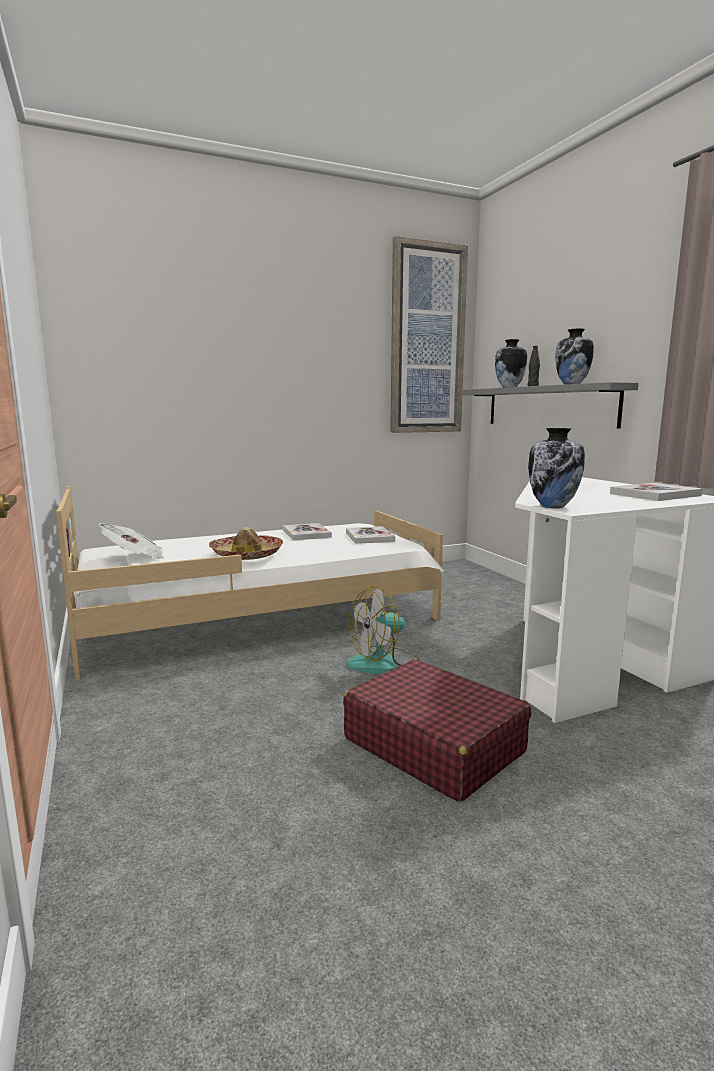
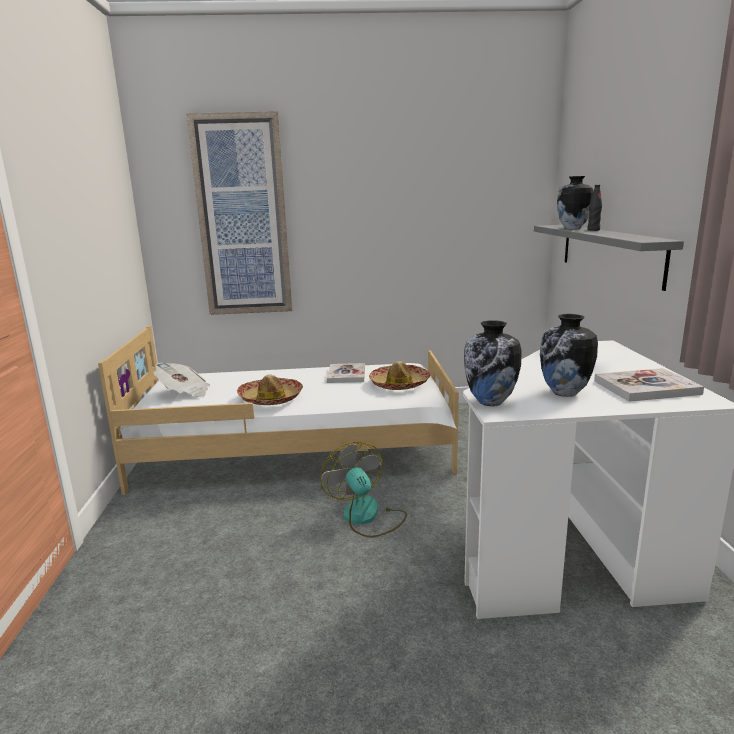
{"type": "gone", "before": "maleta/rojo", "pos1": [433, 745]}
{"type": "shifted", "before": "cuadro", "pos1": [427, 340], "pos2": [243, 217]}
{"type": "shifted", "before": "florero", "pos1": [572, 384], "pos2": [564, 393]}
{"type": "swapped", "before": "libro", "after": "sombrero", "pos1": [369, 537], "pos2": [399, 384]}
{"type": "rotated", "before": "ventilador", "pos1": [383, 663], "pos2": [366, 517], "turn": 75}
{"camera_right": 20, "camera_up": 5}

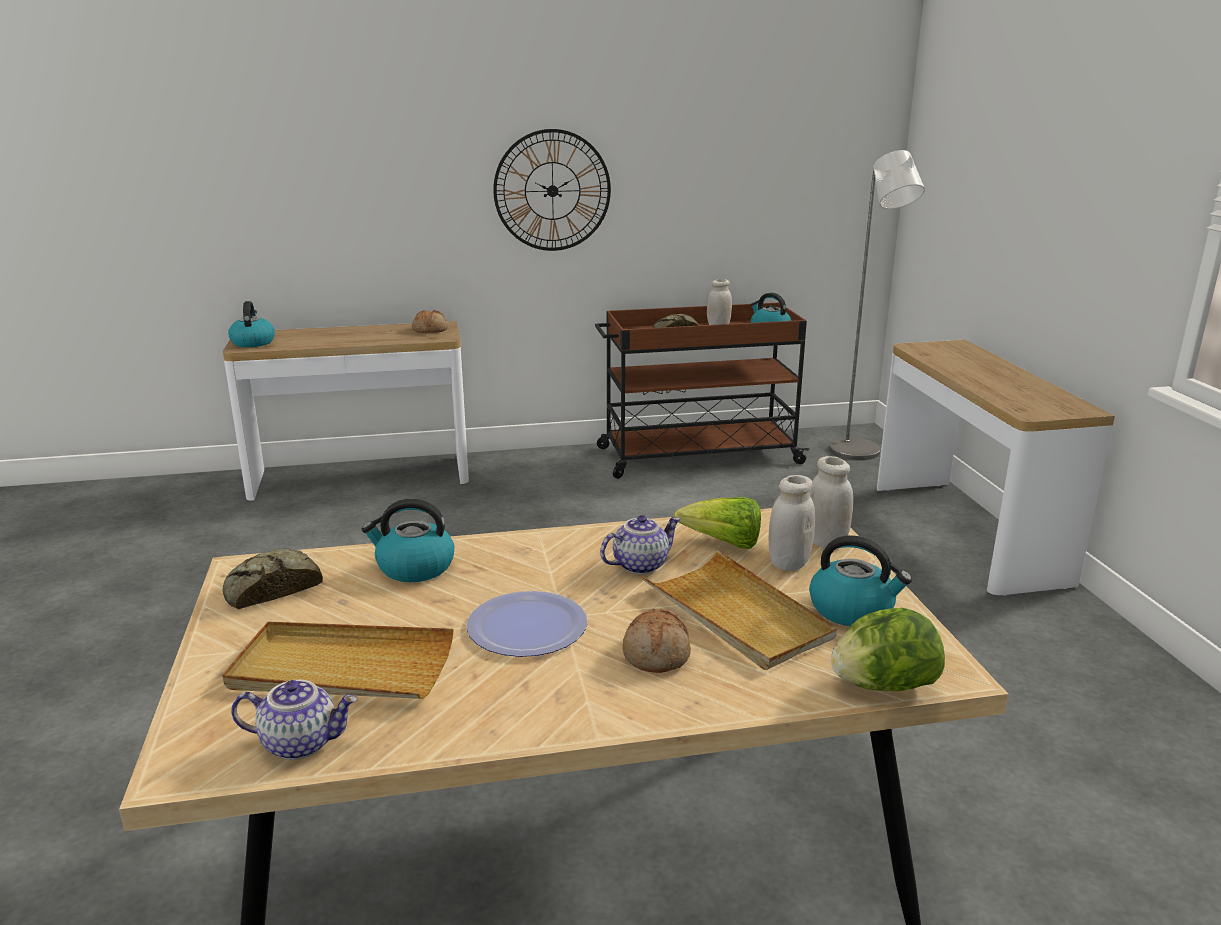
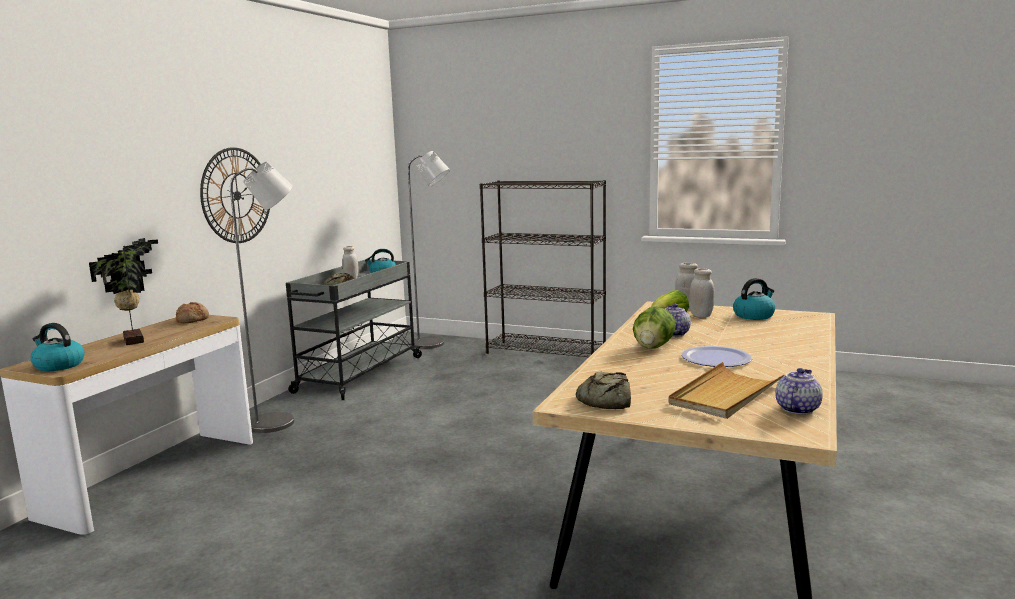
{"type": "gone", "before": "hervidor", "pos1": [414, 567]}
{"type": "gone", "before": "pan", "pos1": [657, 653]}
{"type": "gone", "before": "bandeja/beis", "pos1": [737, 614]}
{"type": "new", "after": "planta en maceta", "pos2": [136, 340]}
{"type": "new", "after": "lámpara de pie/gris", "pos2": [280, 422]}
{"type": "shifted", "before": "lechuga", "pos1": [883, 686], "pos2": [653, 347]}
{"type": "swapped", "before": "mesa consola", "after": "estantería/negro", "pos1": [966, 533], "pos2": [546, 352]}
{"type": "repainted", "before": "carrito/marrón", "after": "carrito/gris", "pos1": [696, 456], "pos2": [358, 375]}
{"camera_right": -55, "camera_up": -10}

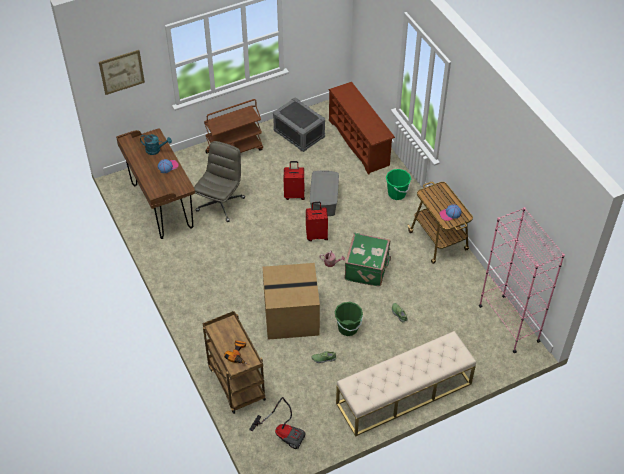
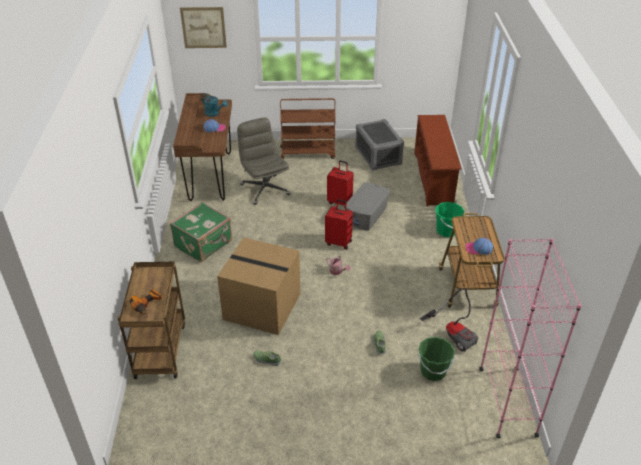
{"type": "gone", "before": "banco/beis", "pos1": [404, 394]}
{"type": "shifted", "before": "aspiradora", "pos1": [283, 433], "pos2": [454, 333]}
{"type": "shifted", "before": "cubo/verde", "pos1": [348, 328], "pos2": [433, 371]}
{"type": "shifted", "before": "maleta/verde", "pos1": [367, 268], "pos2": [204, 244]}
{"type": "rotated", "before": "silla de oficina/gris", "pos1": [220, 204], "pos2": [264, 189], "turn": -75}
{"camera_right": 25, "camera_up": -10}

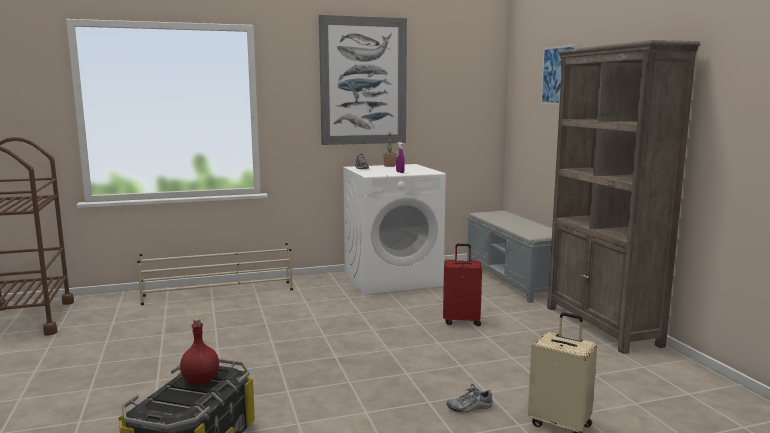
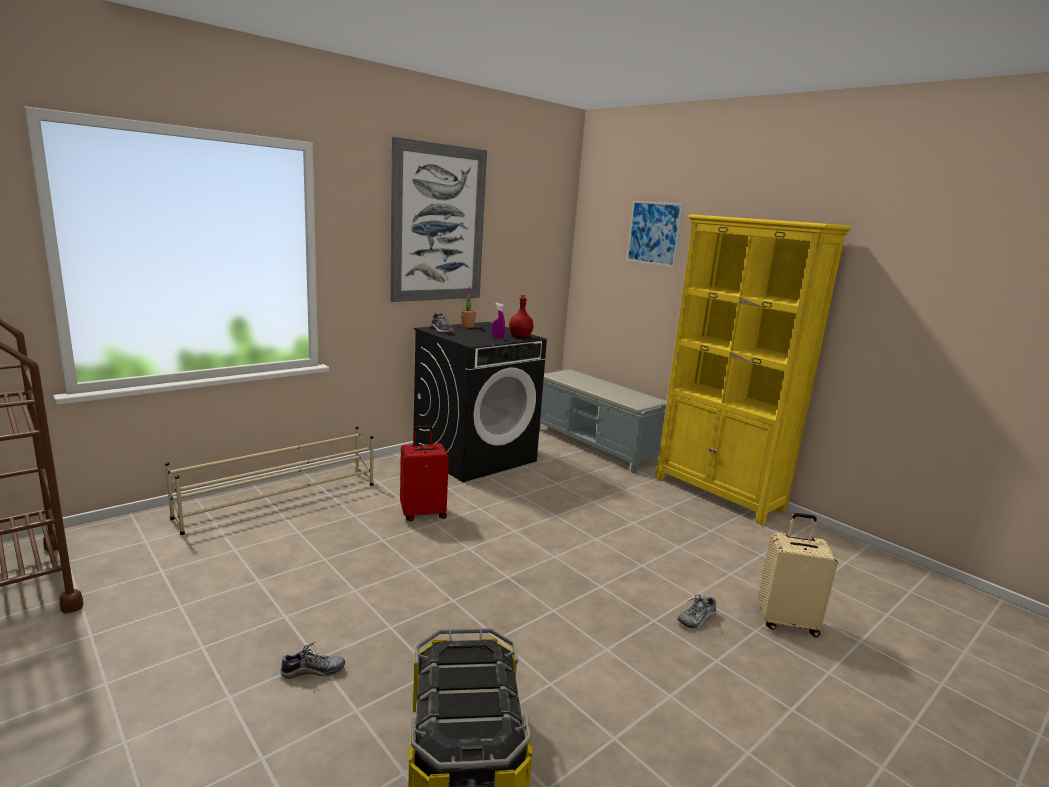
{"type": "new", "after": "zapato", "pos2": [313, 671]}
{"type": "shifted", "before": "botella/rojo", "pos1": [201, 380], "pos2": [520, 336]}
{"type": "shifted", "before": "maleta/rojo", "pos1": [461, 321], "pos2": [423, 513]}
{"type": "repainted", "before": "lavadora/blanco", "after": "lavadora/negro", "pos1": [392, 279], "pos2": [475, 456]}
{"type": "repainted", "before": "estantería/marrón", "after": "estantería/amarillo", "pos1": [602, 326], "pos2": [718, 494]}
{"camera_right": -25, "camera_up": 5}

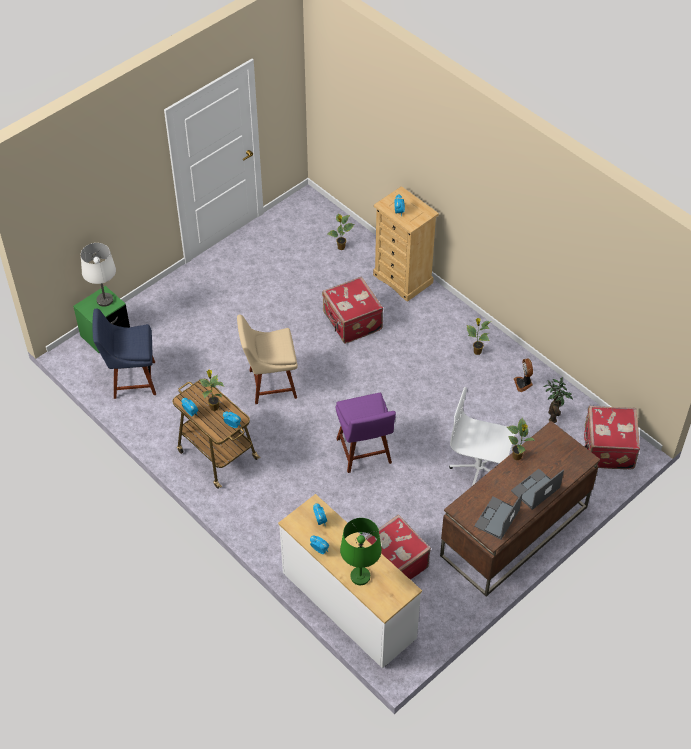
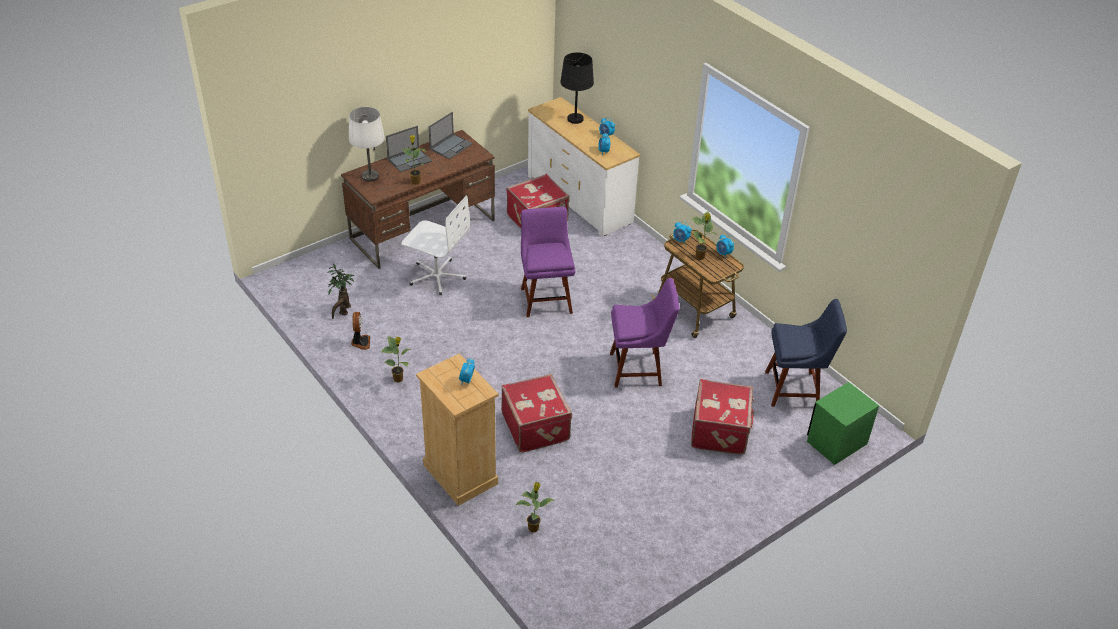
{"type": "shifted", "before": "lámpara de mesa/blanco", "pos1": [105, 300], "pos2": [370, 176]}
{"type": "shifted", "before": "maleta/rojo", "pos1": [607, 448], "pos2": [720, 431]}
{"type": "repainted", "before": "silla/beis", "after": "silla/morado", "pos1": [269, 384], "pos2": [639, 369]}
{"type": "repainted", "before": "lámpara de mesa/verde", "after": "lámpara de mesa/negro", "pos1": [360, 577], "pos2": [575, 119]}
{"camera_right": -175, "camera_up": -10}

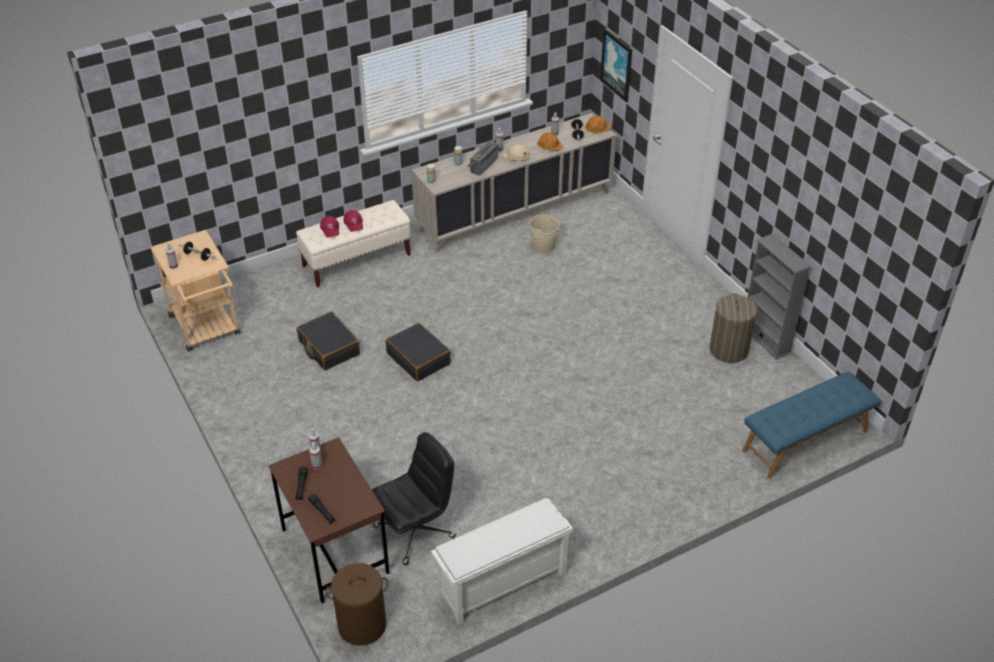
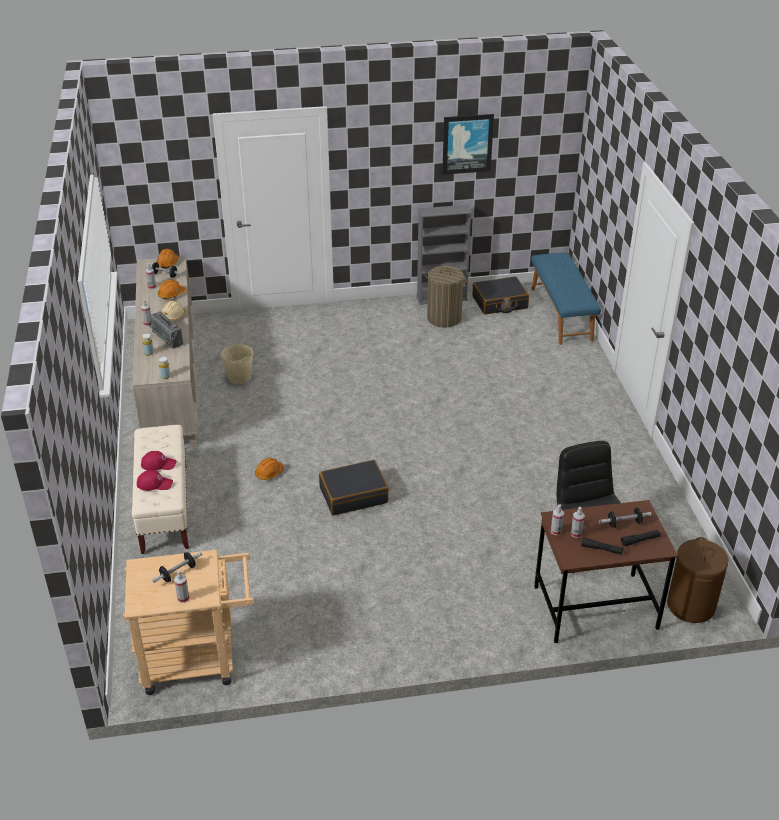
{"type": "gone", "before": "zapatero/blanco", "pos1": [502, 585]}
{"type": "new", "after": "casco/naranja", "pos2": [269, 473]}
{"type": "new", "after": "mancuerna", "pos2": [624, 523]}
{"type": "shifted", "before": "maleta/negro", "pos1": [328, 348], "pos2": [499, 303]}
{"type": "shifted", "before": "cuadro", "pos1": [617, 65], "pos2": [467, 143]}
{"camera_right": -70, "camera_up": -5}

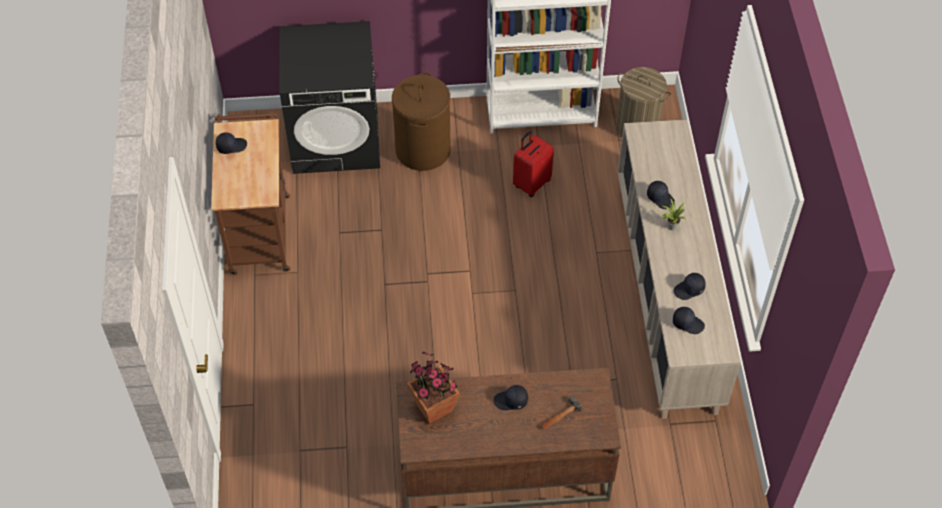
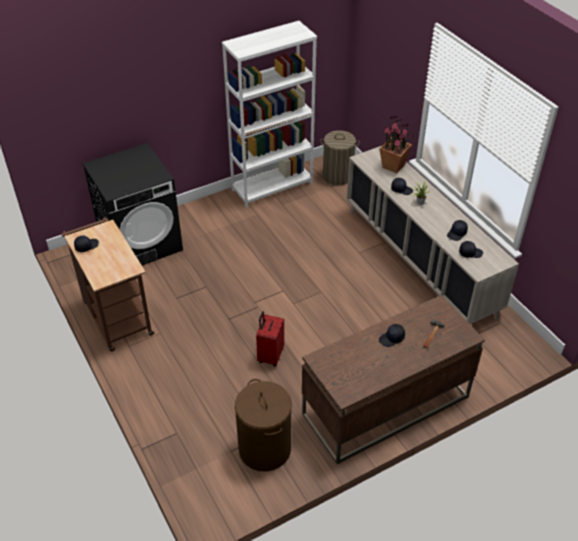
{"type": "shifted", "before": "cesto de la ropa/marrón", "pos1": [423, 150], "pos2": [265, 449]}
{"type": "shifted", "before": "planta en maceta", "pos1": [434, 408], "pos2": [393, 166]}
{"type": "shifted", "before": "maleta/rojo", "pos1": [531, 183], "pos2": [270, 355]}
{"camera_right": -25, "camera_up": -10}

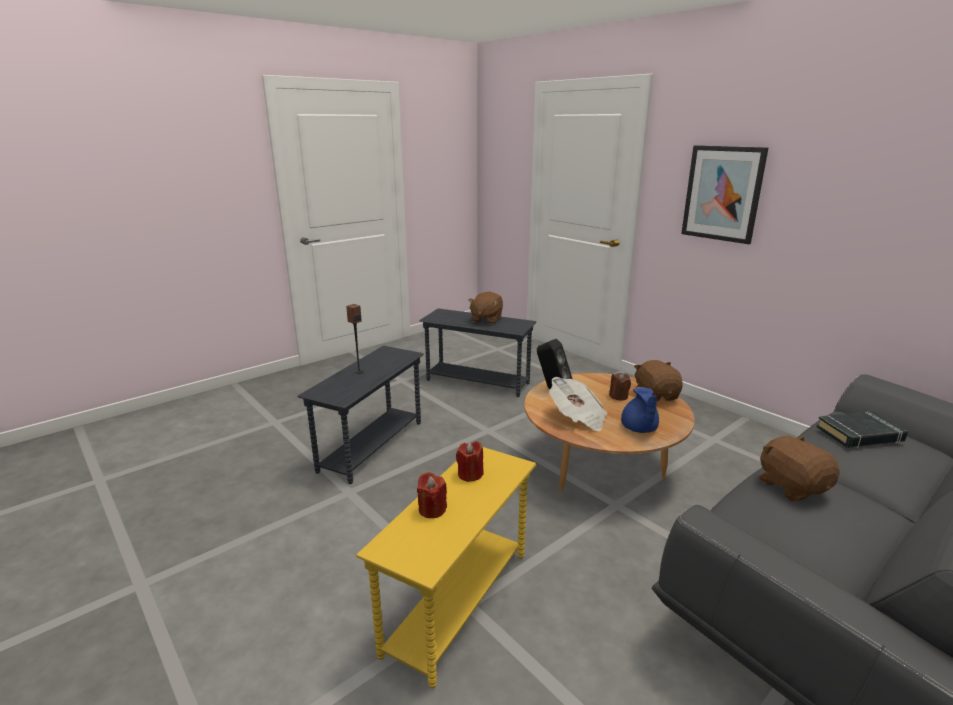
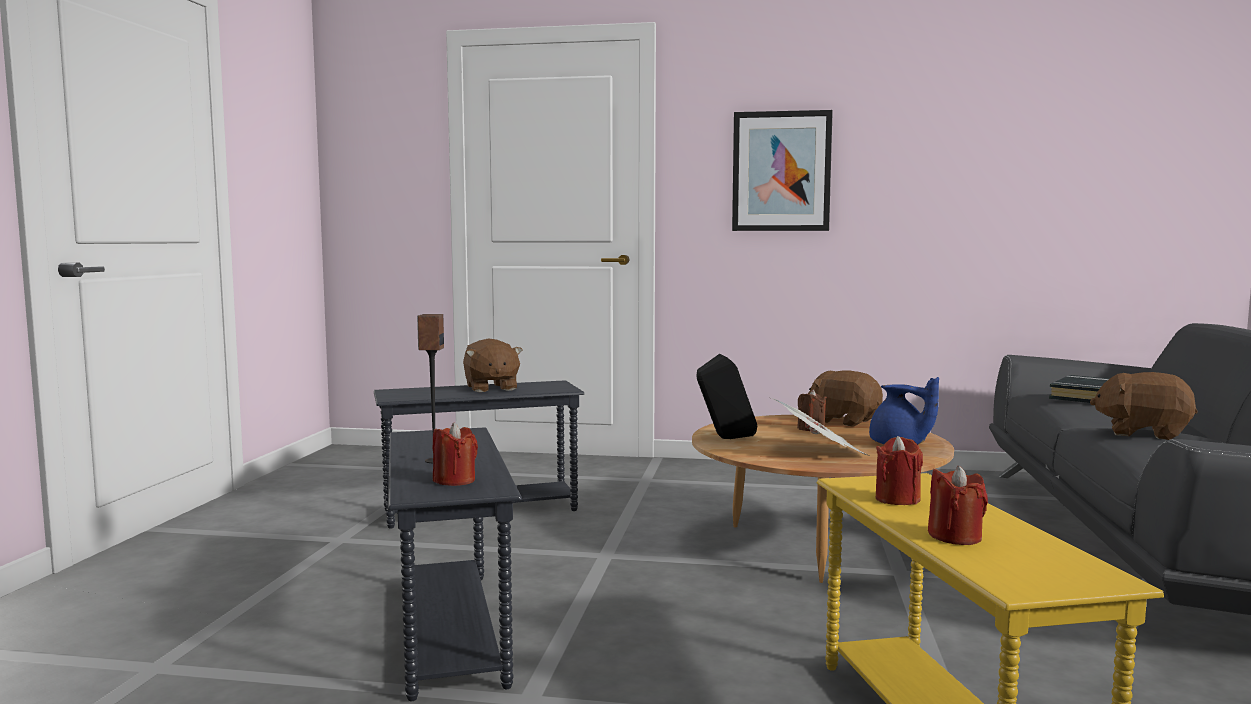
{"type": "new", "after": "vela/rojo", "pos2": [454, 480]}
{"camera_right": -40, "camera_up": -15}

